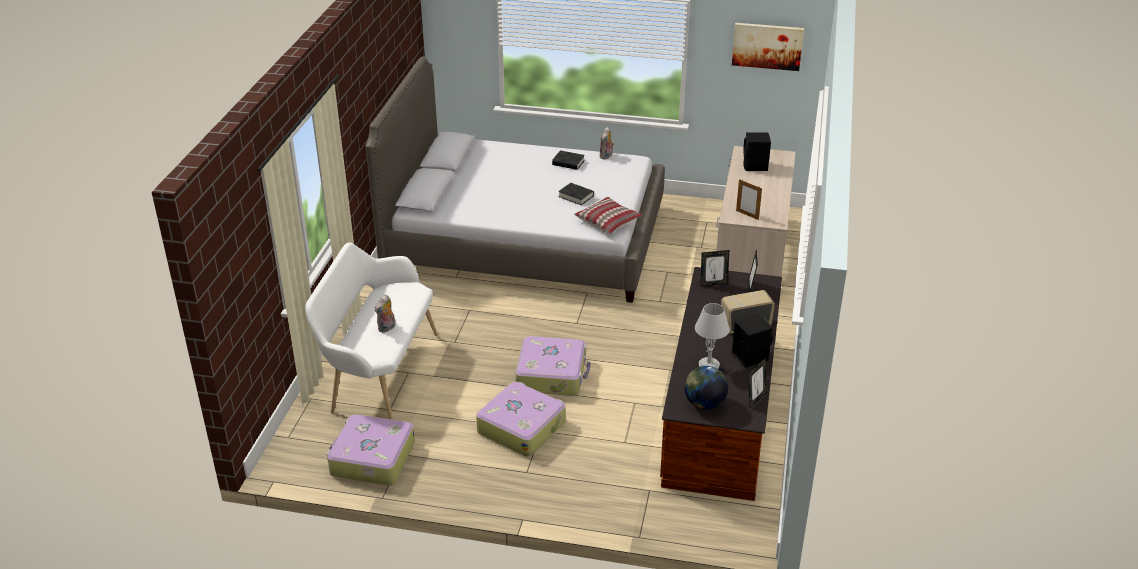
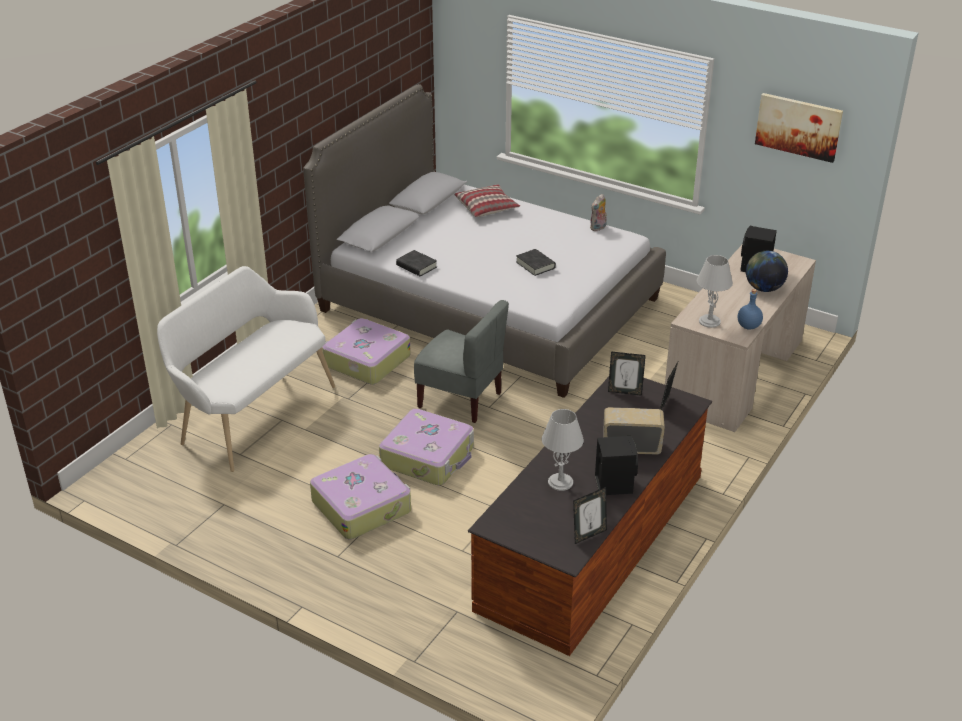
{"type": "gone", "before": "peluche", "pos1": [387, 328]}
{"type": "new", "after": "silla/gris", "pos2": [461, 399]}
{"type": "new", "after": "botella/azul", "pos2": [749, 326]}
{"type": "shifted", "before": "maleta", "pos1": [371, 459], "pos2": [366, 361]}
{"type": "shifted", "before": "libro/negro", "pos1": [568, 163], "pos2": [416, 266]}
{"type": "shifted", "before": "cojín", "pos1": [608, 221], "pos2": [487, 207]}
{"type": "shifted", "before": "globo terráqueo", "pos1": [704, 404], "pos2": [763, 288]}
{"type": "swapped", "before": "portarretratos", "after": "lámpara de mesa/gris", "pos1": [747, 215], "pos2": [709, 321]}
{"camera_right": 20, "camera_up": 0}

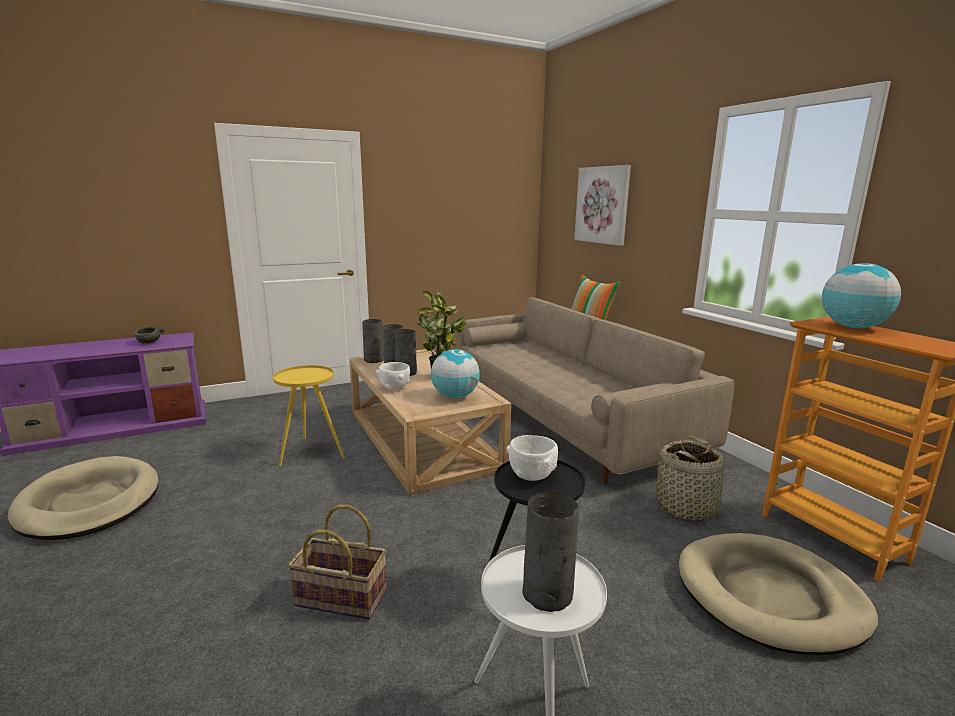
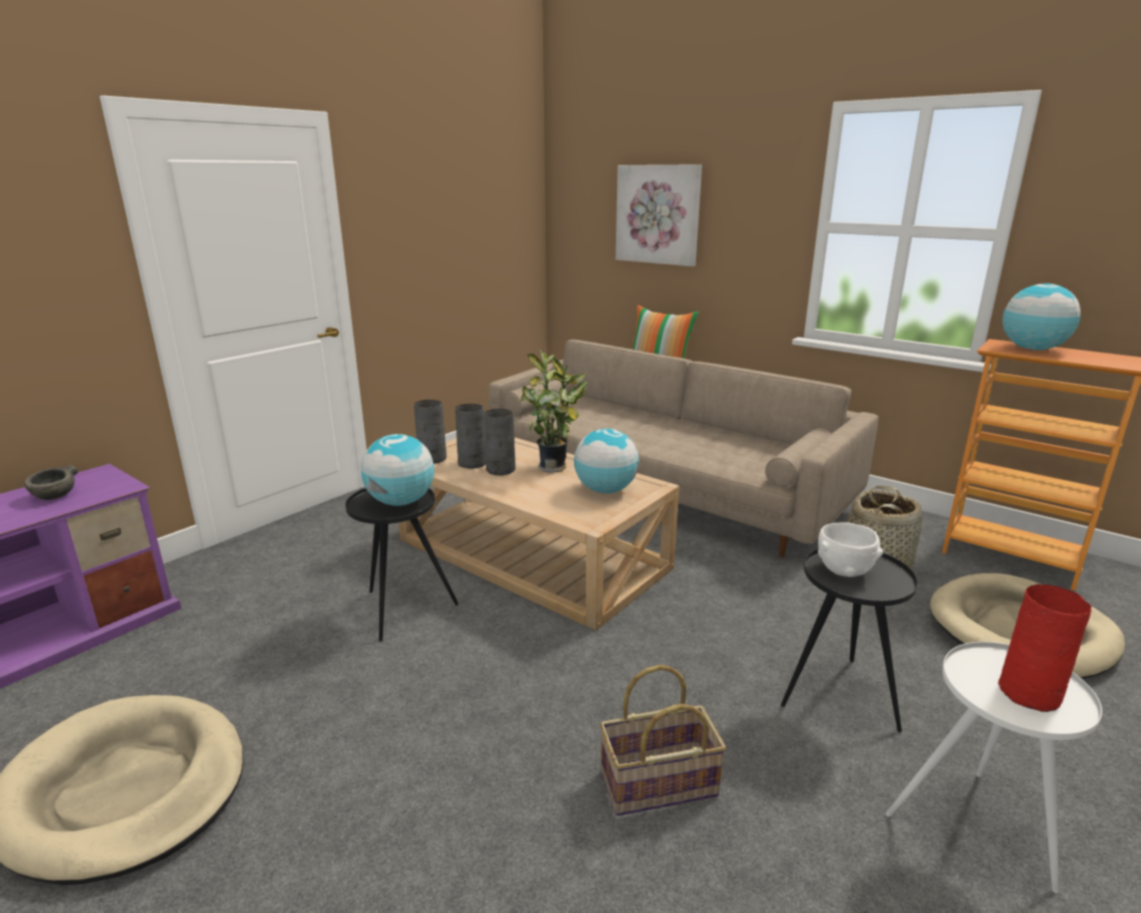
{"type": "gone", "before": "cuenco/blanco", "pos1": [394, 388]}
{"type": "new", "after": "globo terráqueo", "pos2": [401, 502]}
{"type": "repainted", "before": "mesa auxiliar/amarillo", "after": "mesa auxiliar/negro", "pos1": [311, 452], "pos2": [402, 608]}
{"type": "repainted", "before": "florero/gris", "after": "florero/rojo", "pos1": [547, 594], "pos2": [1030, 694]}
{"camera_right": -25, "camera_up": 5}

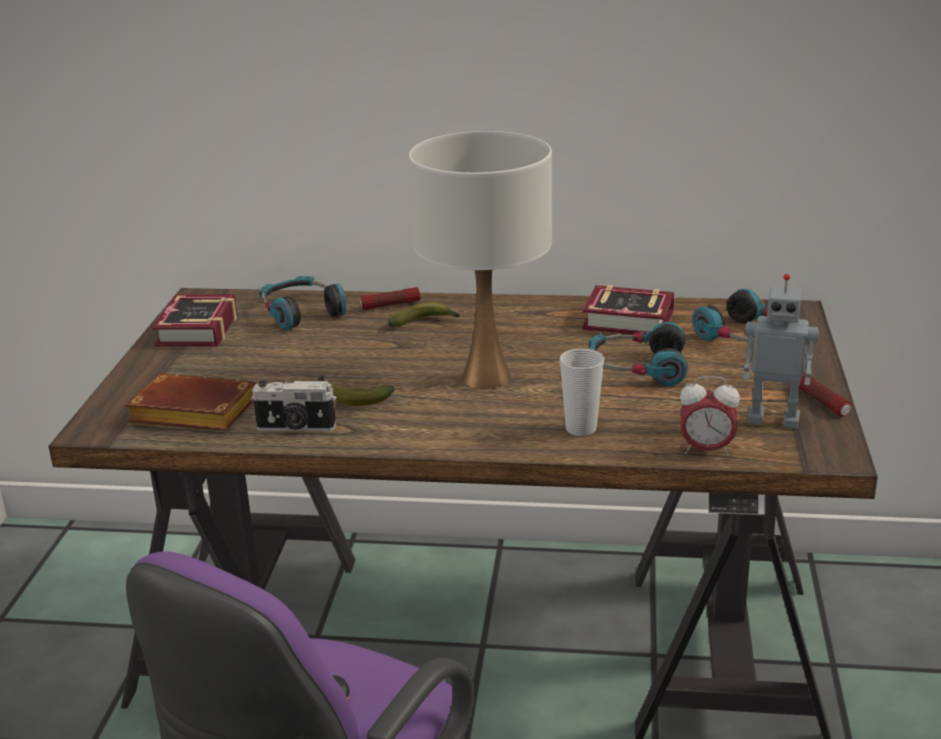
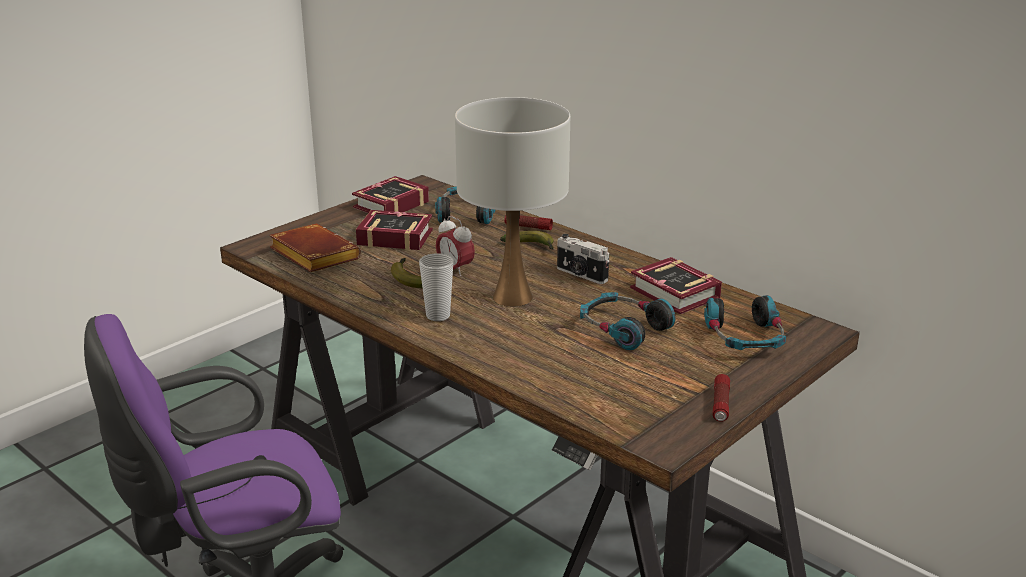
{"type": "gone", "before": "robot de juguete", "pos1": [773, 419]}
{"type": "new", "after": "libro", "pos2": [392, 236]}
{"type": "shifted", "before": "cámara", "pos1": [296, 428], "pos2": [581, 275]}
{"type": "shifted", "before": "taza", "pos1": [581, 429], "pos2": [438, 316]}
{"type": "shifted", "before": "despertador", "pos1": [706, 450], "pos2": [455, 270]}
{"camera_right": 35, "camera_up": 0}

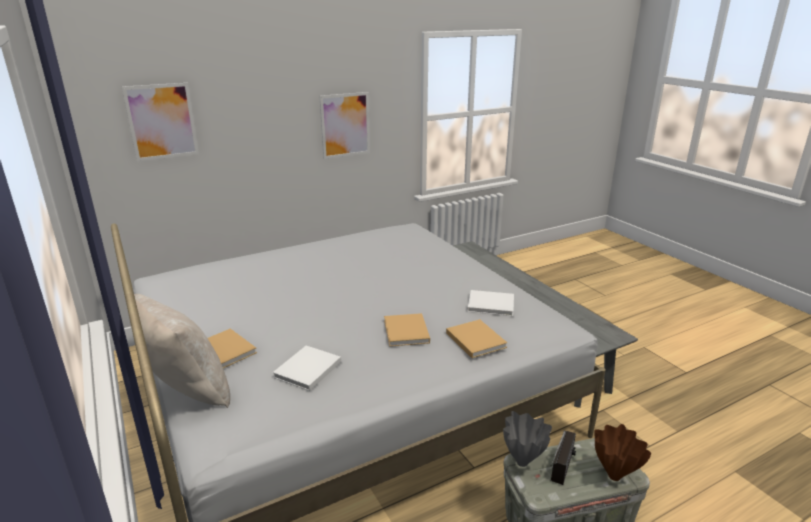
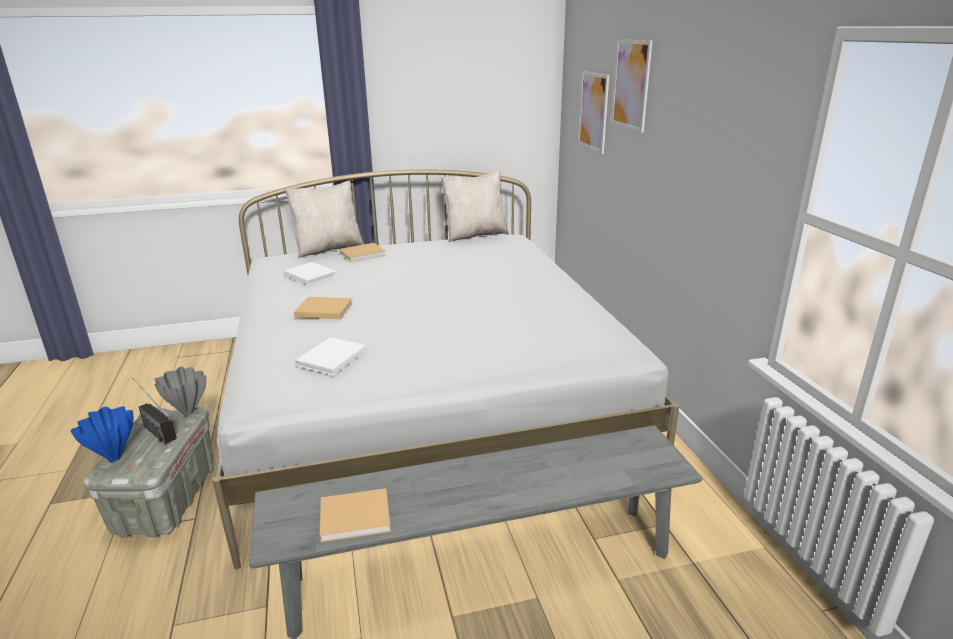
{"type": "new", "after": "cojín/beis", "pos2": [474, 235]}
{"type": "shifted", "before": "cuadro", "pos1": [345, 125], "pos2": [631, 84]}
{"type": "shifted", "before": "libro/beis", "pos1": [474, 339], "pos2": [357, 516]}
{"type": "repainted", "before": "florero/marrón", "after": "florero/azul", "pos1": [613, 476], "pos2": [115, 458]}
{"camera_right": 105, "camera_up": 0}

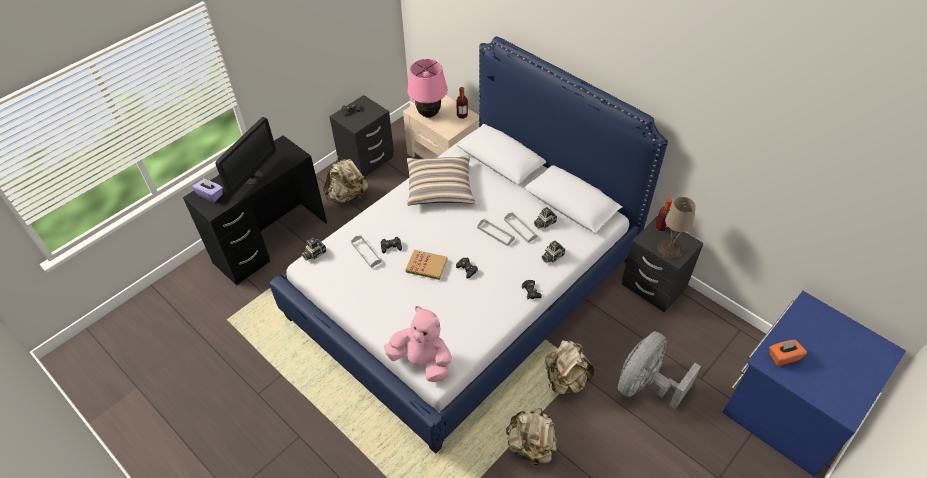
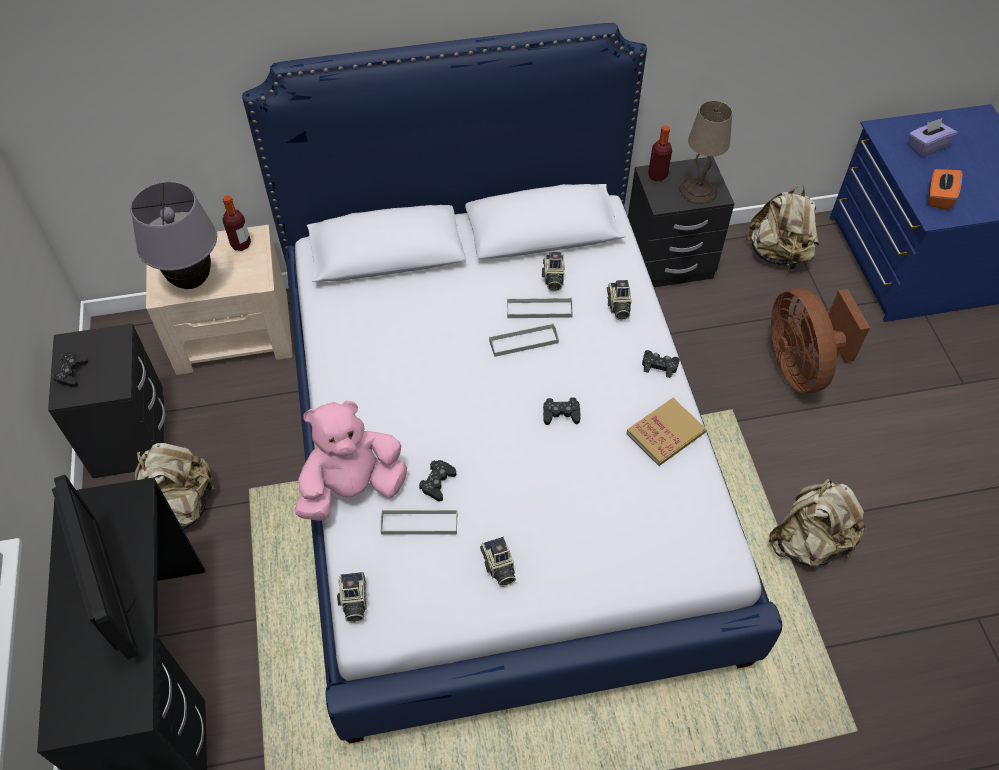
{"type": "gone", "before": "cojín", "pos1": [440, 187]}
{"type": "new", "after": "cámara", "pos2": [498, 567]}
{"type": "shifted", "before": "caja de pañuelos/morado", "pos1": [211, 195], "pos2": [926, 147]}
{"type": "shifted", "before": "peluche/rosa", "pos1": [422, 361], "pos2": [352, 488]}
{"type": "shifted", "before": "libro", "pos1": [426, 266], "pos2": [665, 433]}
{"type": "shifted", "before": "mochila/beis", "pos1": [565, 380], "pos2": [778, 254]}
{"type": "repainted", "before": "lámpara de mesa/rosa", "after": "lámpara de mesa/gris", "pos1": [428, 114], "pos2": [191, 281]}
{"type": "repainted", "before": "ventilador/gris", "after": "ventilador/marrón", "pos1": [645, 385], "pos2": [801, 366]}
{"camera_right": -55, "camera_up": 5}

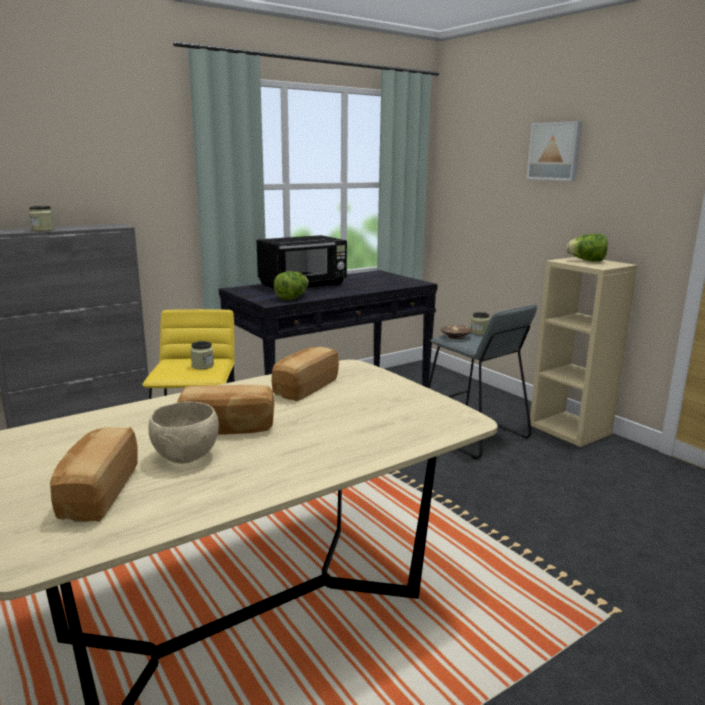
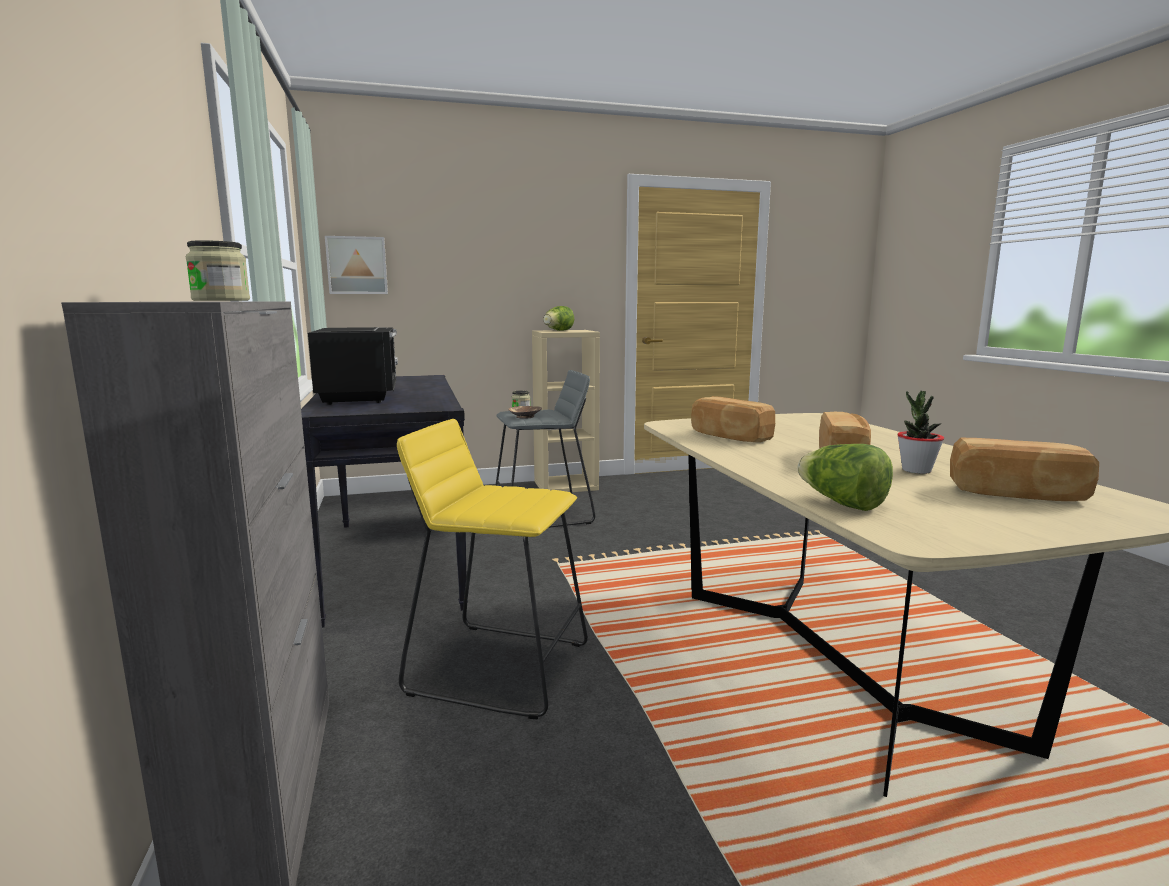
{"type": "gone", "before": "tarro", "pos1": [202, 366]}
{"type": "shifted", "before": "lechuga", "pos1": [292, 298], "pos2": [842, 504]}
{"type": "shifted", "before": "cuadro", "pos1": [555, 151], "pos2": [357, 265]}
{"type": "swapped", "before": "cuenco/beis", "after": "planta en maceta", "pos1": [186, 457], "pos2": [916, 470]}
{"camera_right": -70, "camera_up": -5}

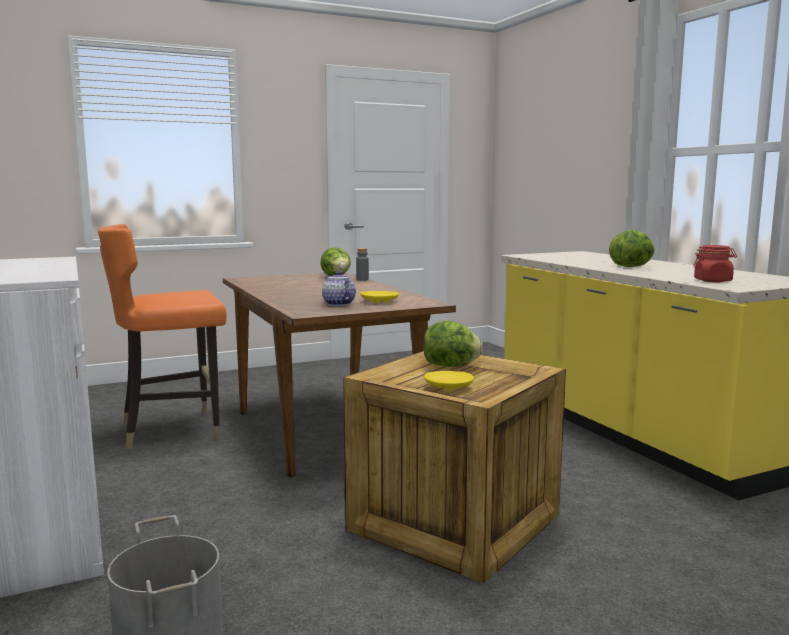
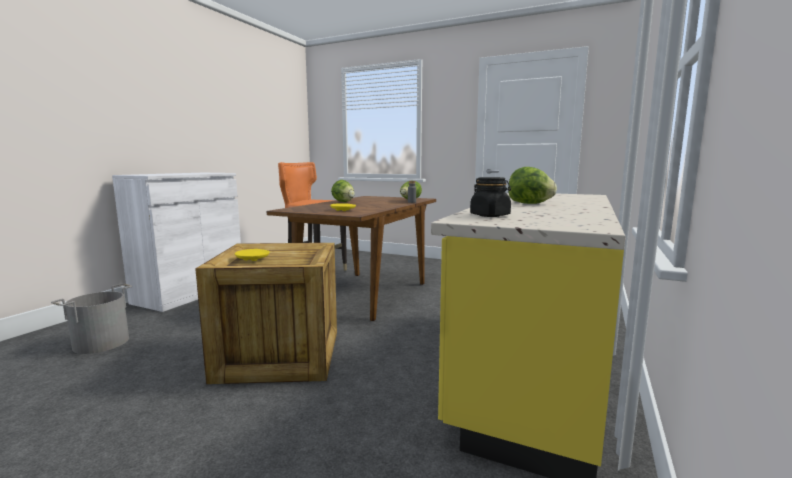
{"type": "gone", "before": "tetera", "pos1": [338, 303]}
{"type": "shifted", "before": "lechuga", "pos1": [451, 366], "pos2": [343, 202]}
{"type": "repainted", "before": "tarro/rojo", "after": "tarro/negro", "pos1": [713, 281], "pos2": [490, 215]}
{"camera_right": 50, "camera_up": 0}

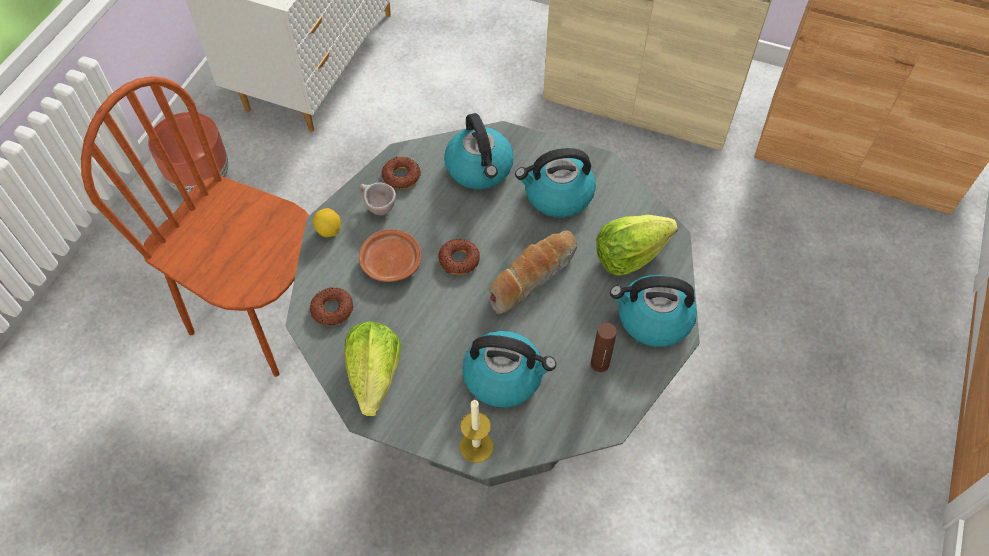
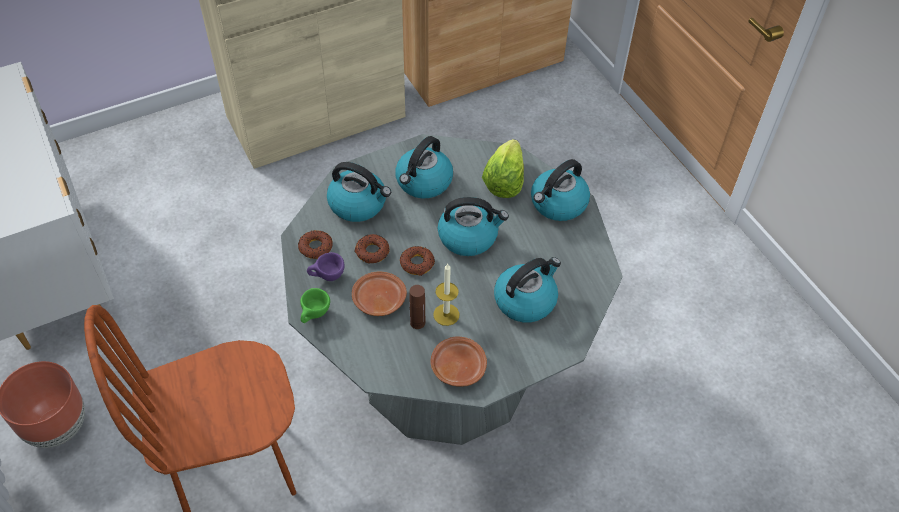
{"type": "shifted", "before": "rosquilla", "pos1": [332, 309], "pos2": [372, 252]}
{"type": "shifted", "before": "vela", "pos1": [476, 446], "pos2": [446, 314]}
{"type": "shifted", "before": "botella/marrón", "pos1": [599, 363], "pos2": [417, 322]}
{"type": "swapped", "before": "limón", "after": "taza/verde", "pos1": [329, 230], "pos2": [314, 316]}
{"type": "swapped", "before": "lechuga", "after": "plato/marrón", "pos1": [374, 376], "pos2": [458, 366]}
{"type": "swapped", "before": "pan", "after": "hervidor", "pos1": [531, 276], "pos2": [469, 237]}
{"type": "repainted", "before": "taza/beis", "after": "taza/morado", "pos1": [377, 208], "pos2": [327, 277]}
{"camera_right": -50, "camera_up": -5}

